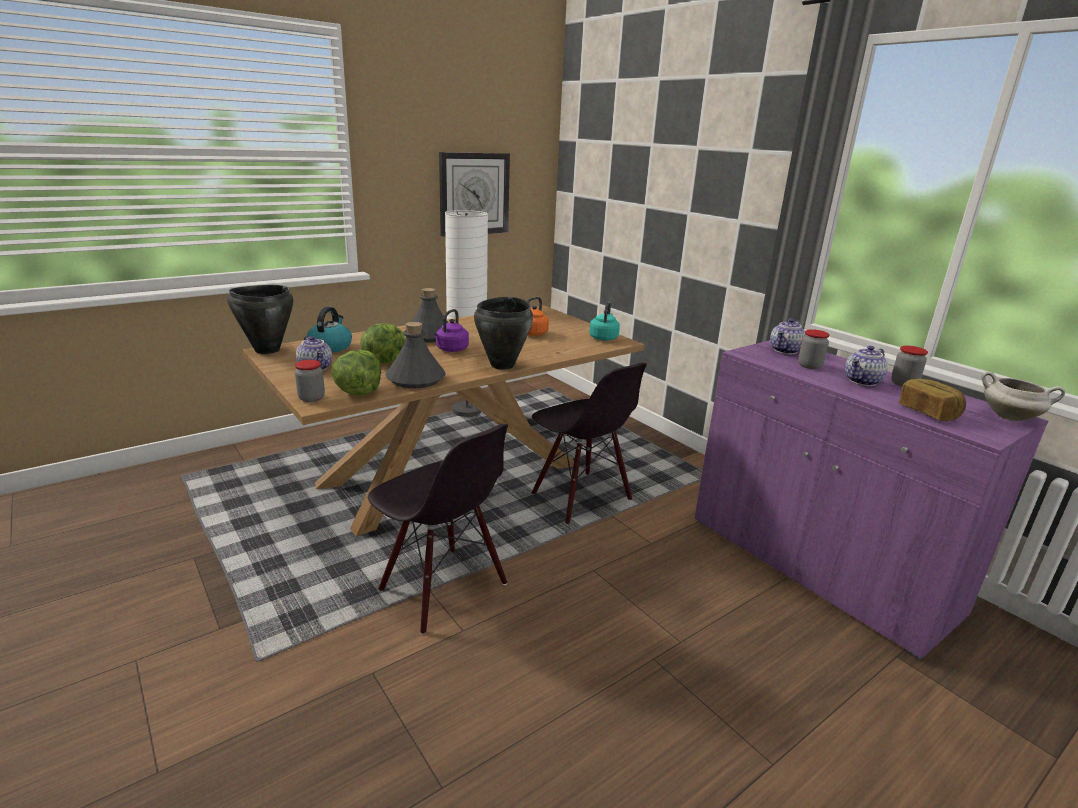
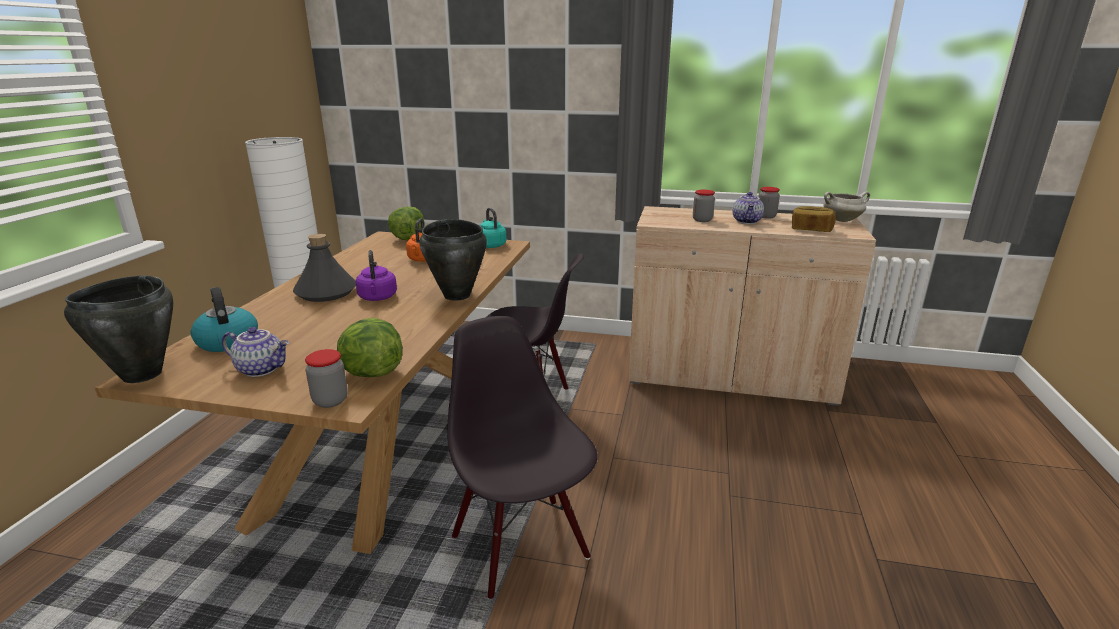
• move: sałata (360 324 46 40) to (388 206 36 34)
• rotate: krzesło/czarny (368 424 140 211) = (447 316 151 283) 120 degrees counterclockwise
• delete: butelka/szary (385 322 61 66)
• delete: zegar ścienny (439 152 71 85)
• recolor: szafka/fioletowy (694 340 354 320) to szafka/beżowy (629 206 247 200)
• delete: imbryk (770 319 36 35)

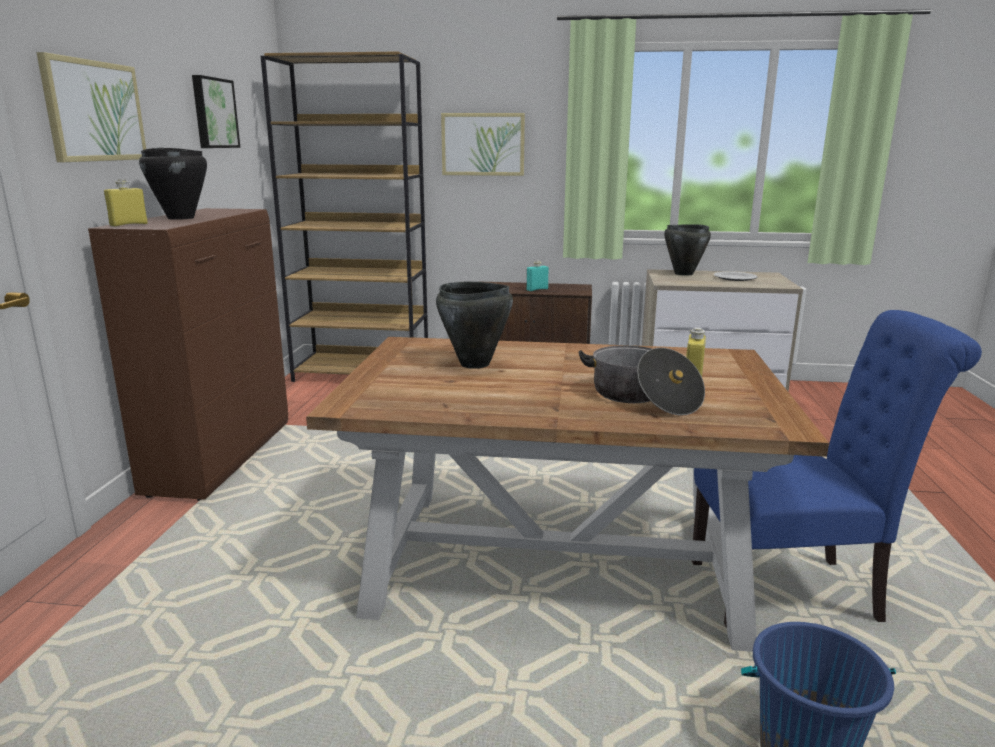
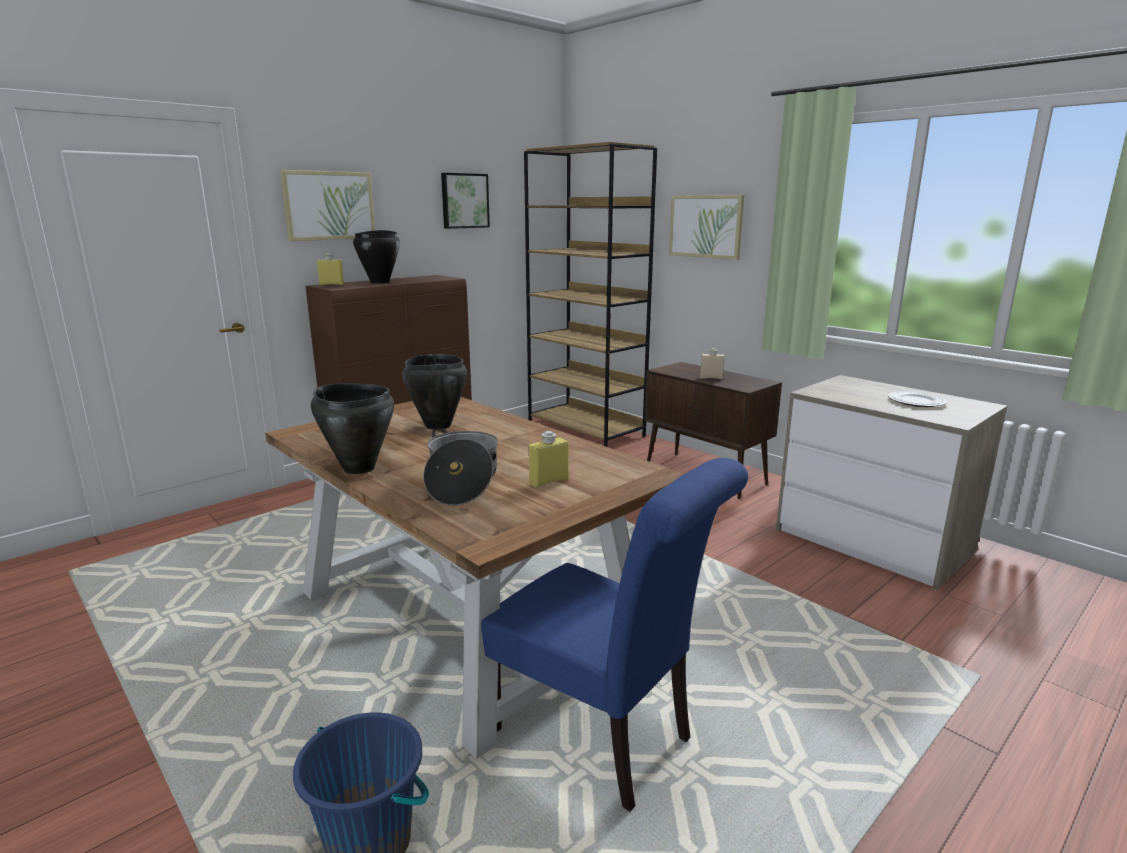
• recolor: butelka/turkusowy (526 261 23 30) to butelka/beżowy (700 348 25 31)
• move: garnek/czarny (664 224 47 52) to (311 383 83 91)

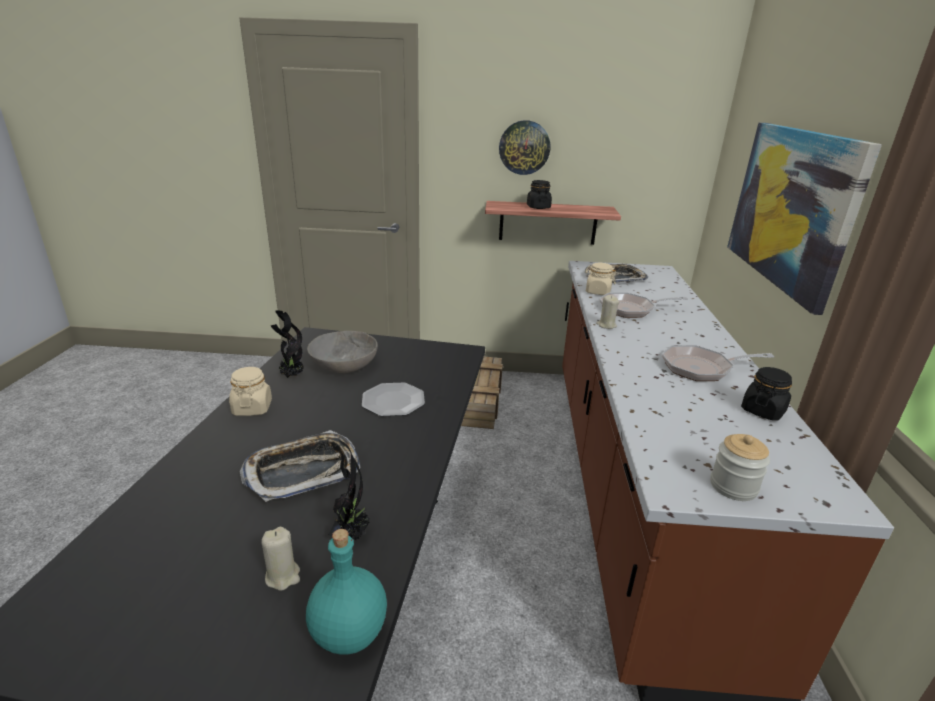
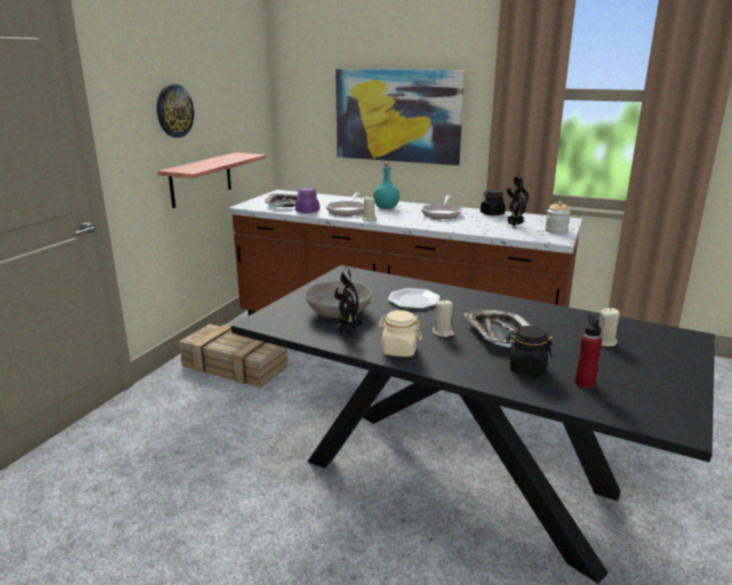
• move: butelka/turkusowy (306 529 81 126) to (373 163 27 46)
• move: roślina doniczkowa (329 440 41 100) to (507 177 22 49)
• move: słoik/czarny (527 180 25 29) to (506 326 47 49)
• recolor: słoik/beżowy (585 263 31 32) to słoik/fioletowy (295 188 25 25)
• insert: świeca/beżowy (432 299 22 38)
• insert: butelka/czerwony (575 315 27 73)

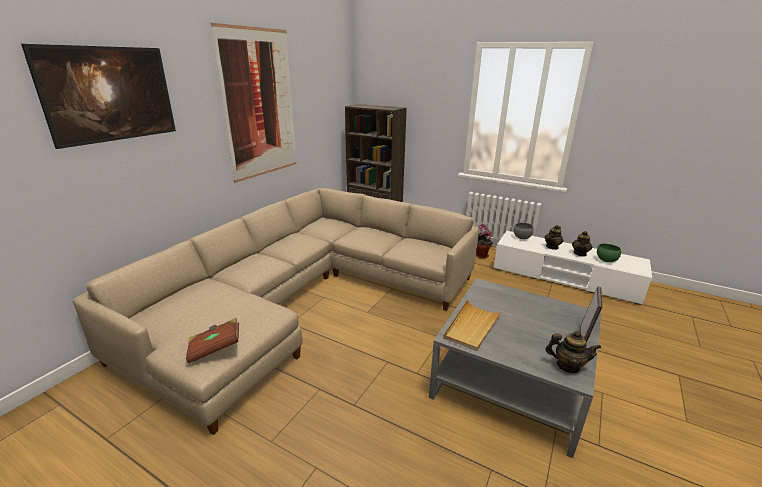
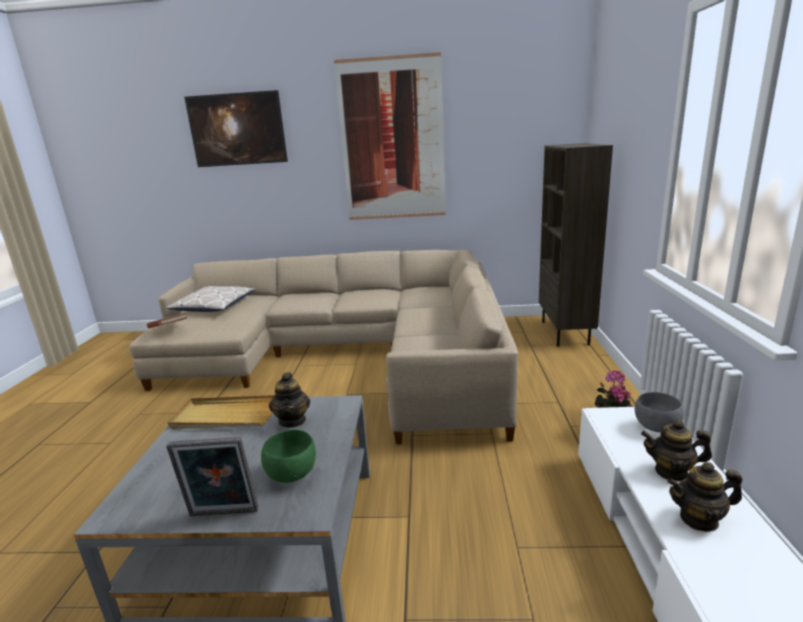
• move: imbryk (545 330 57 43) to (269 372 41 56)
• move: miska/zielony (597 244 24 18) to (261 430 55 53)
• insert: poduszka (166 286 89 26)

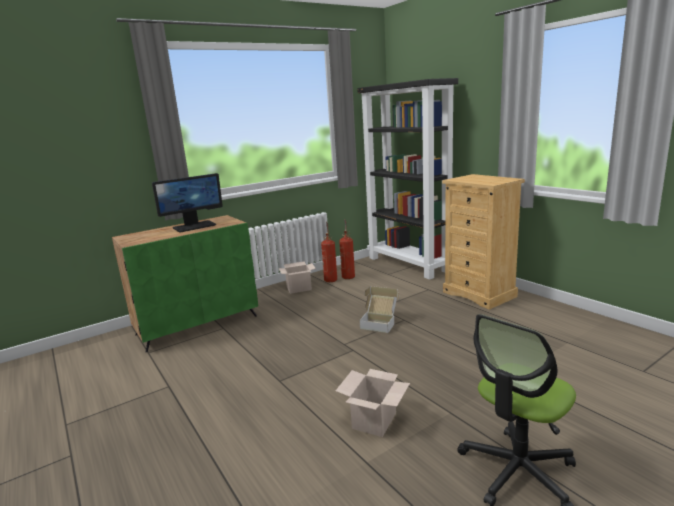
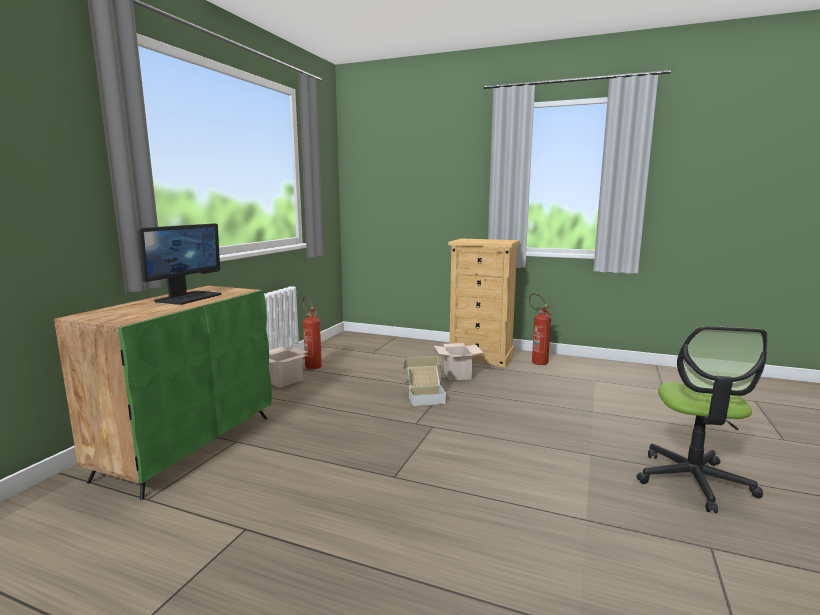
• move: karton (336 369 74 68) to (434 343 49 37)
• move: gaśnica (339 219 16 60) to (529 293 23 72)
• delete: regał/czarny (357 78 101 202)

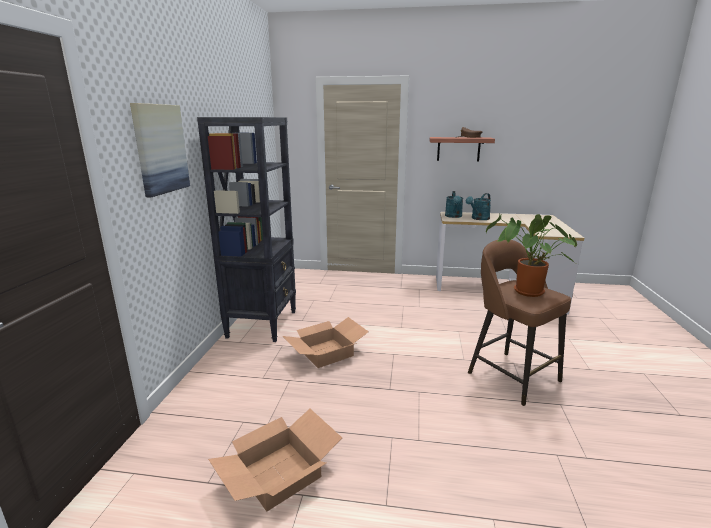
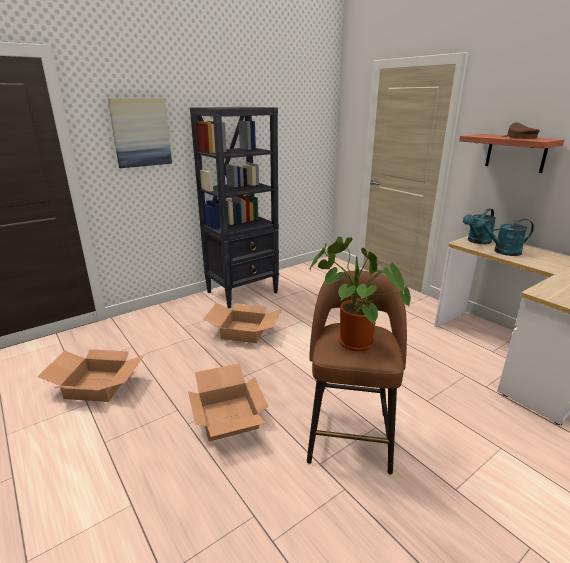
• insert: karton (188 363 80 79)

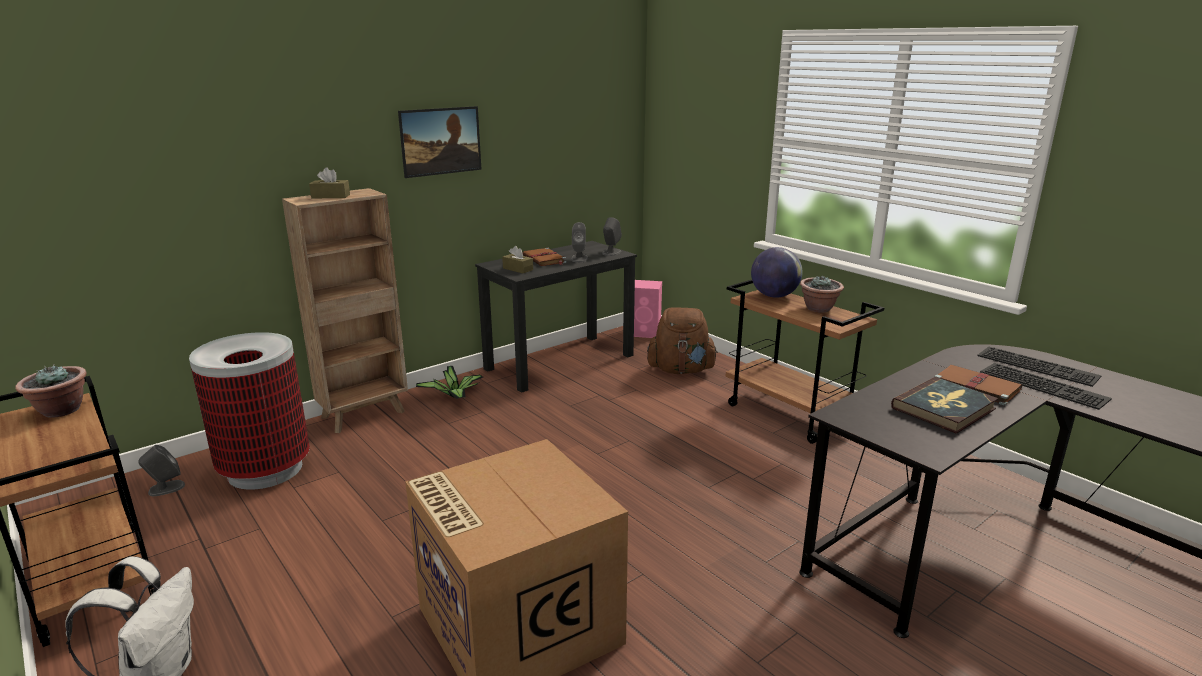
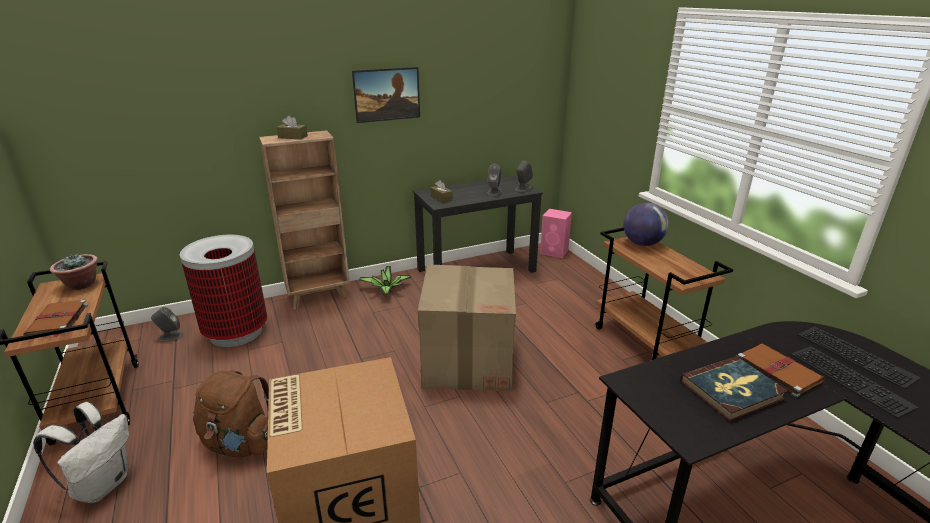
• move: książka/brązowy (523 248 43 18) to (23 300 65 37)
• move: plecak/brązowy (647 307 71 67) to (193 370 76 88)
• delete: roślina doniczkowa (800 275 44 38)
• insert: karton (418 264 98 128)

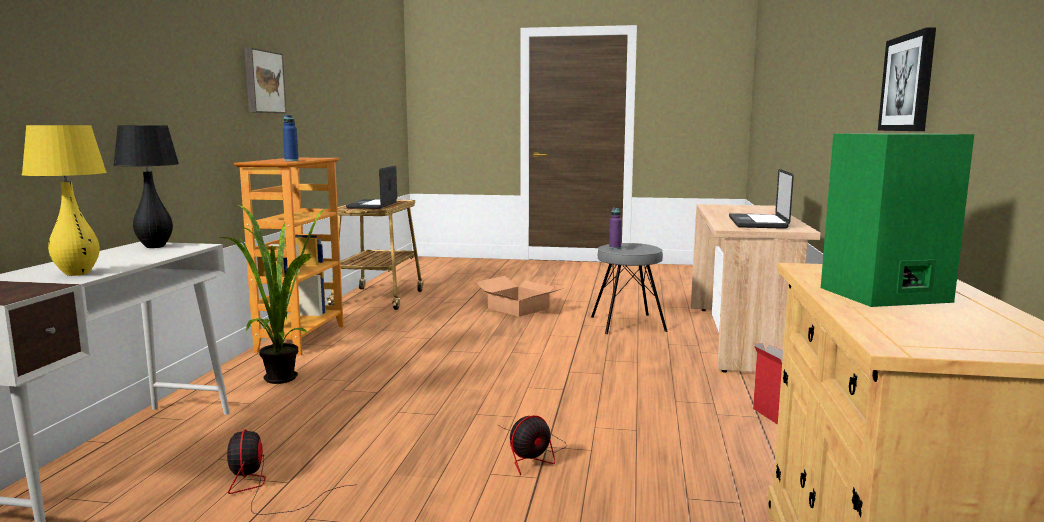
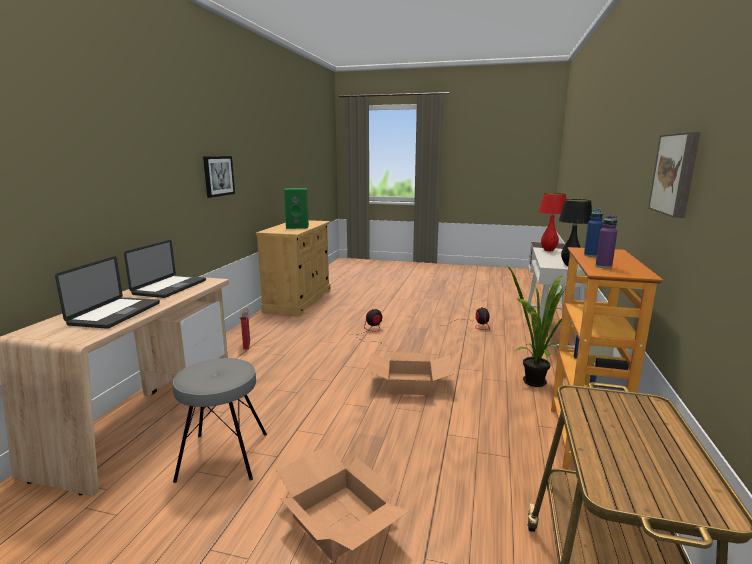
• recolor: lampa stołowa/żółty (22 125 85 151) to lampa stołowa/czerwony (538 193 28 58)
• move: laptop (346 166 51 43) to (55 256 105 73)
• move: butelka/fioletowy (609 208 13 41) to (595 215 22 53)
• insert: karton (368 352 86 43)

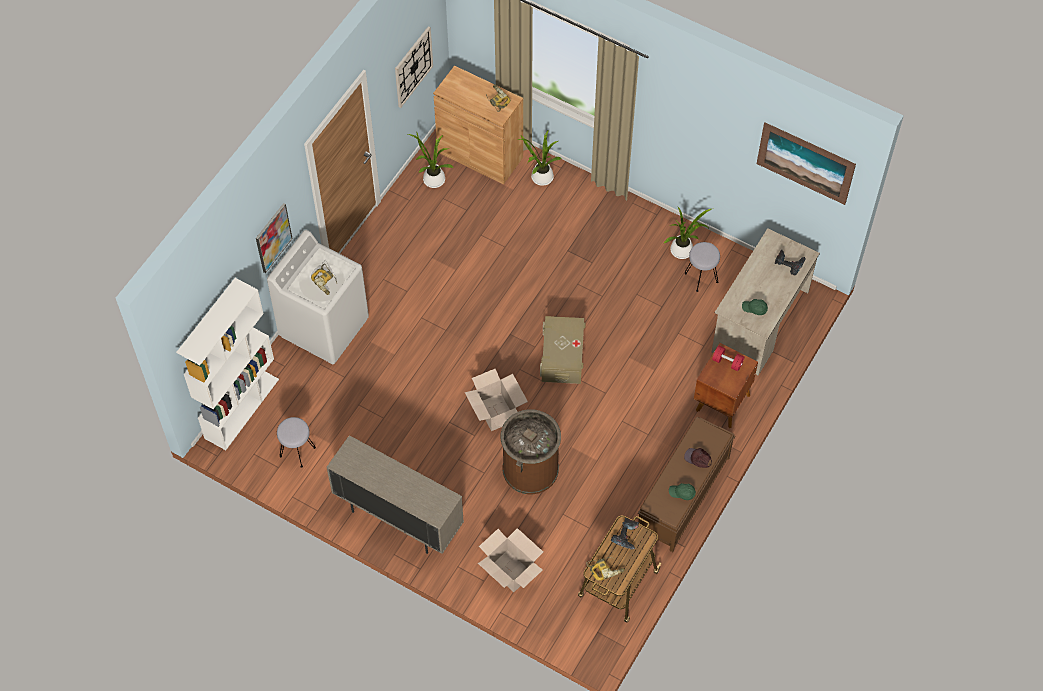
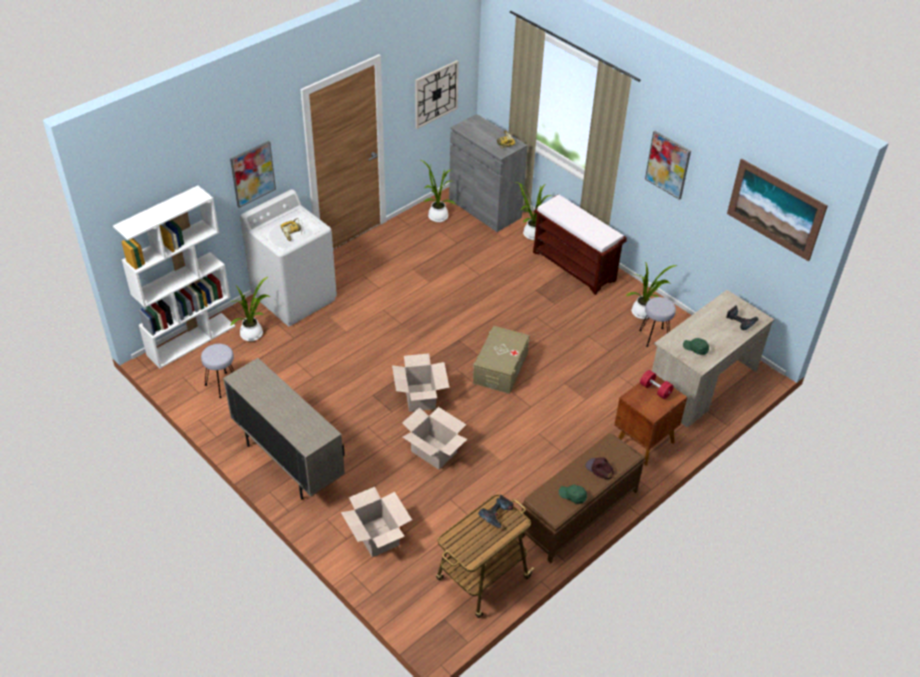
• recolor: szafka/brązowy (433 66 90 119) to szafka/szary (449 114 79 118)
• replace: kosz na śmieci/brązowy (501 409 60 85) to karton (402 407 65 62)
• delete: wiertarka (586 557 39 24)
• insert: roślina doniczkowa (230 277 41 64)
• insert: ławka/brązowy (533 194 94 101)
• insert: obraz (645 131 46 69)

